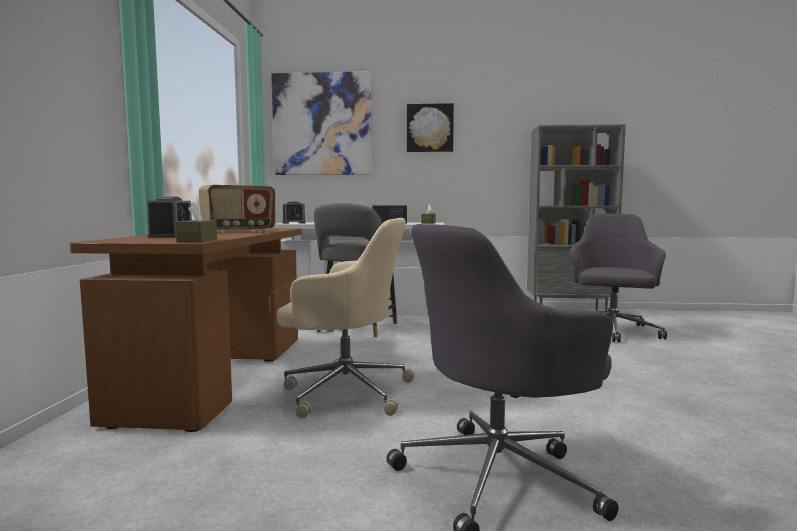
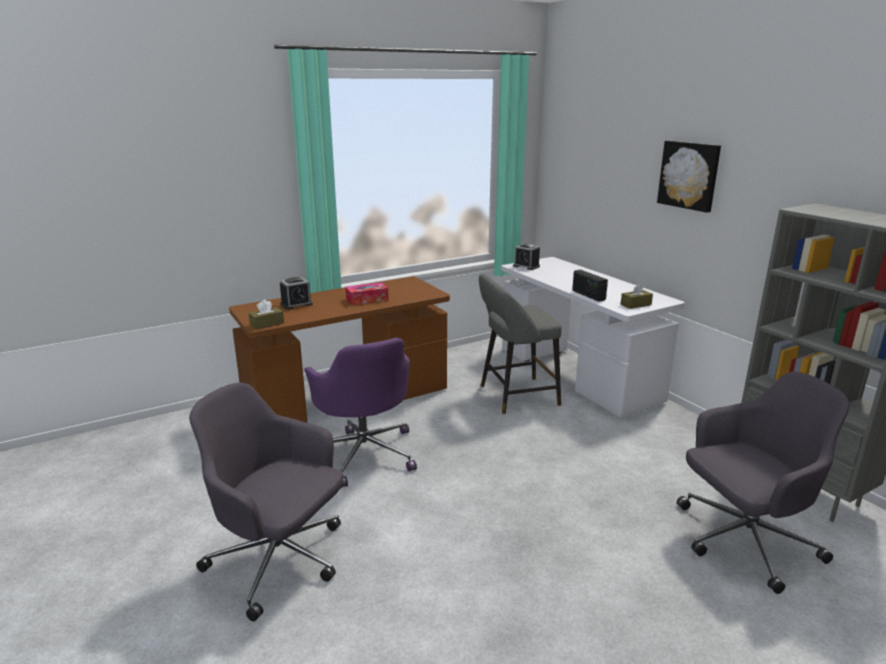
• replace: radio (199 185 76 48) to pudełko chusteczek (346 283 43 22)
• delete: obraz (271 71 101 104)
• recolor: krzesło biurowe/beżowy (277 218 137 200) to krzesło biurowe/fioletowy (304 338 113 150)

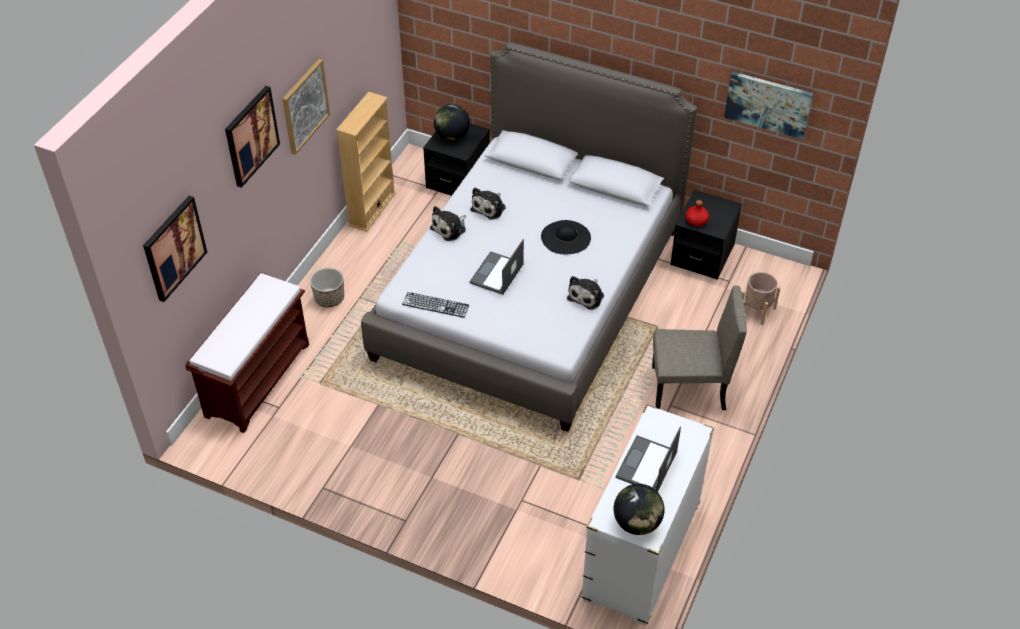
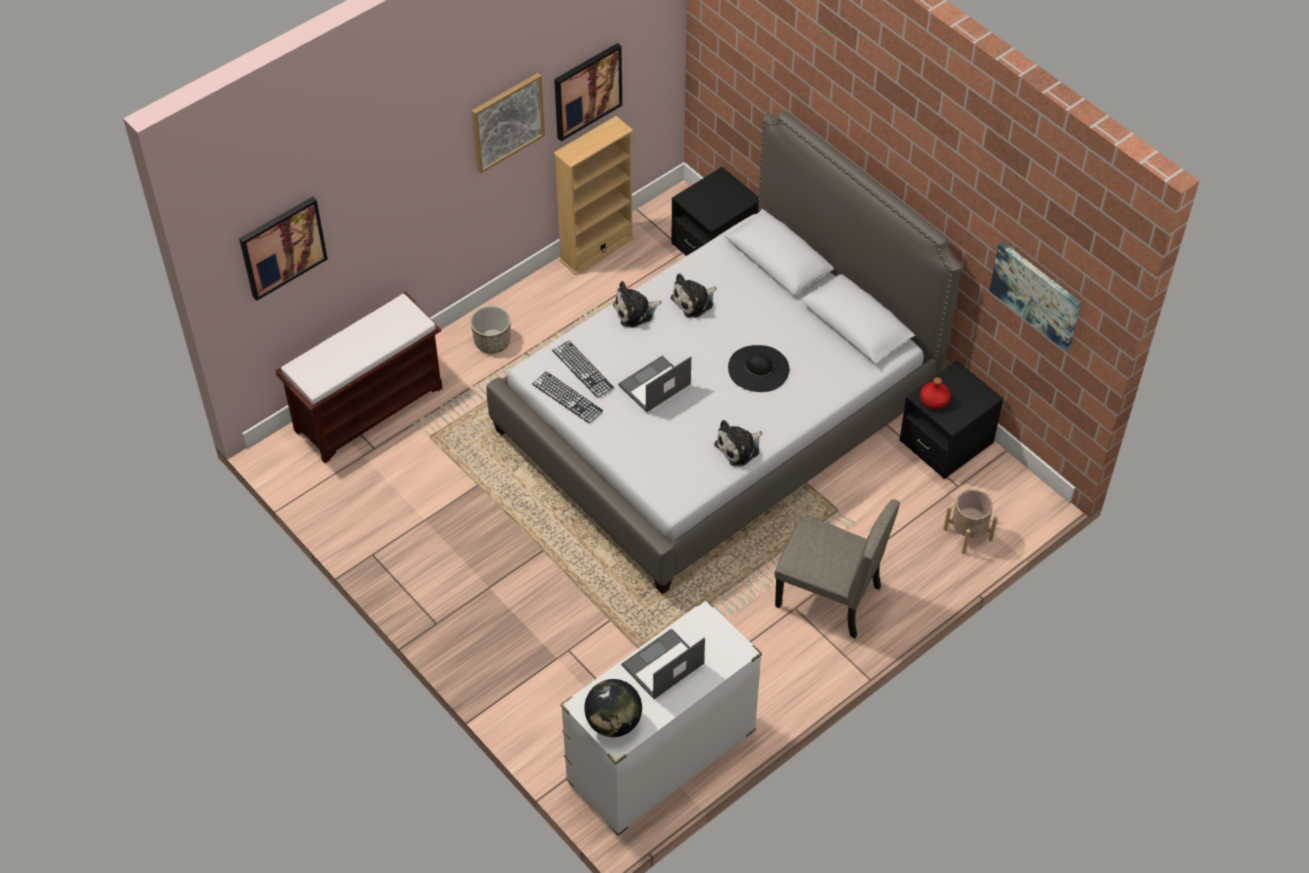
• move: obraz (225 86 55 102) to (554 43 68 98)
• delete: globus (434 104 36 37)
• insert: klawiatura (552 341 62 57)

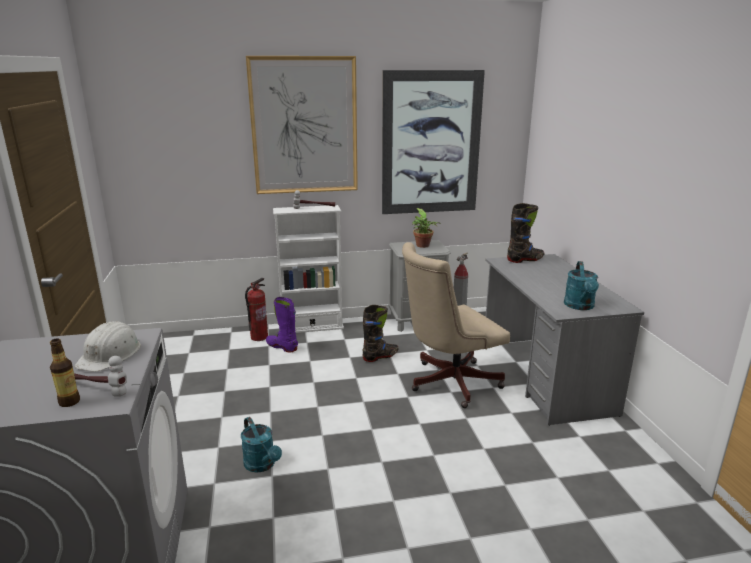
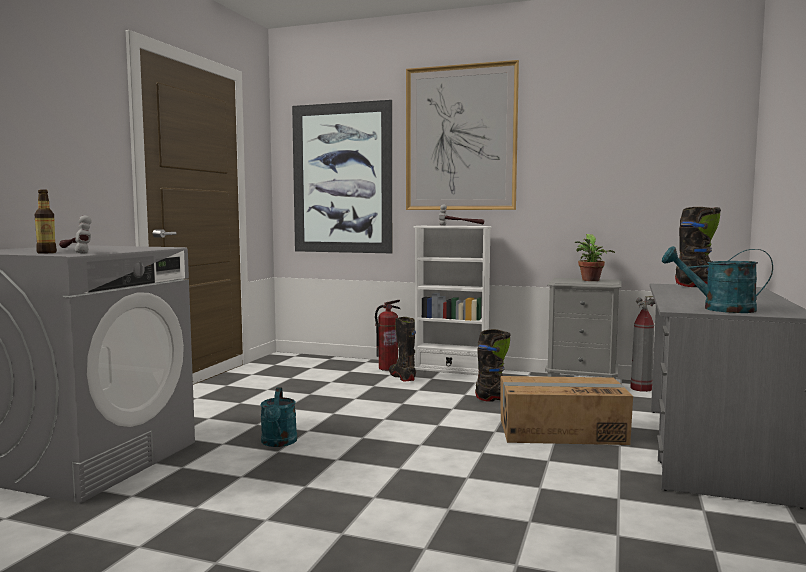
• delete: kask/biały (74 322 67 50)
• recolor: but z cholewką/fioletowy (266 297 32 55) to but z cholewką/czarny (389 317 27 64)
• move: obraz (382 70 103 144) to (292 100 100 153)
• replace: krzesło biurowe/beżowy (402 242 108 166) to karton (501 376 132 69)
• rotate: konewka/turkusowy (564 261 35 49) = (662 246 111 67) 75 degrees clockwise

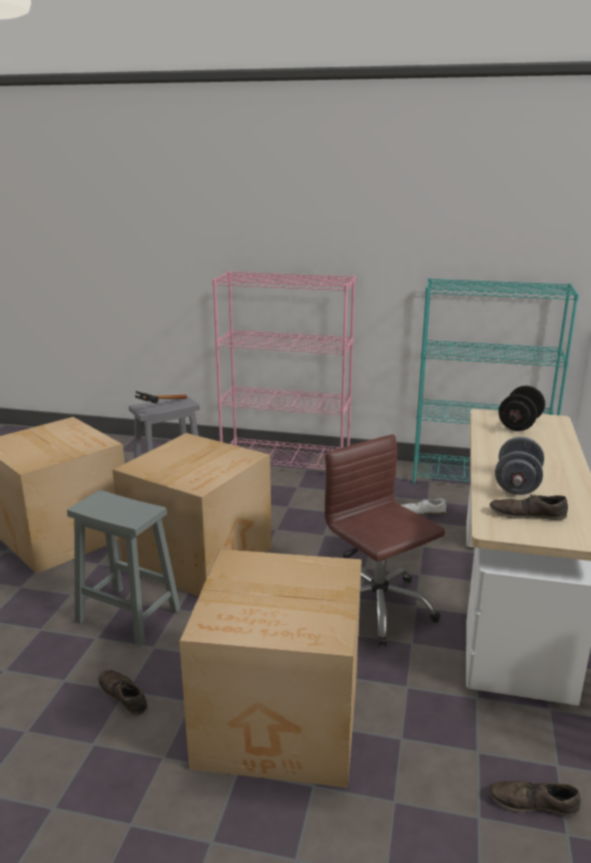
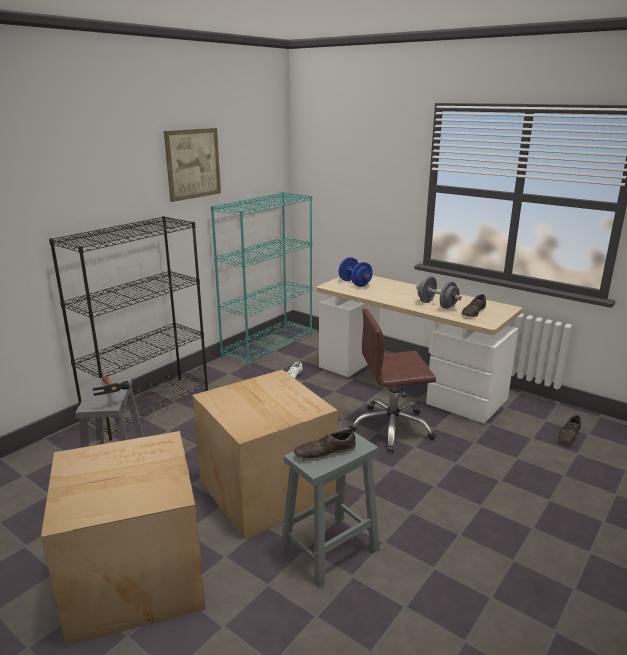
• move: but/brązowy (98 670 50 46) to (294 429 62 32)
• delete: karton (179 549 183 239)
• recolor: regał/różowy (212 271 143 199) to regał/czarny (49 216 159 225)
• recolor: hantel/czarny (499 386 46 45) to hantel/niebieski (339 257 33 30)
• insert: obraz (164 128 57 74)

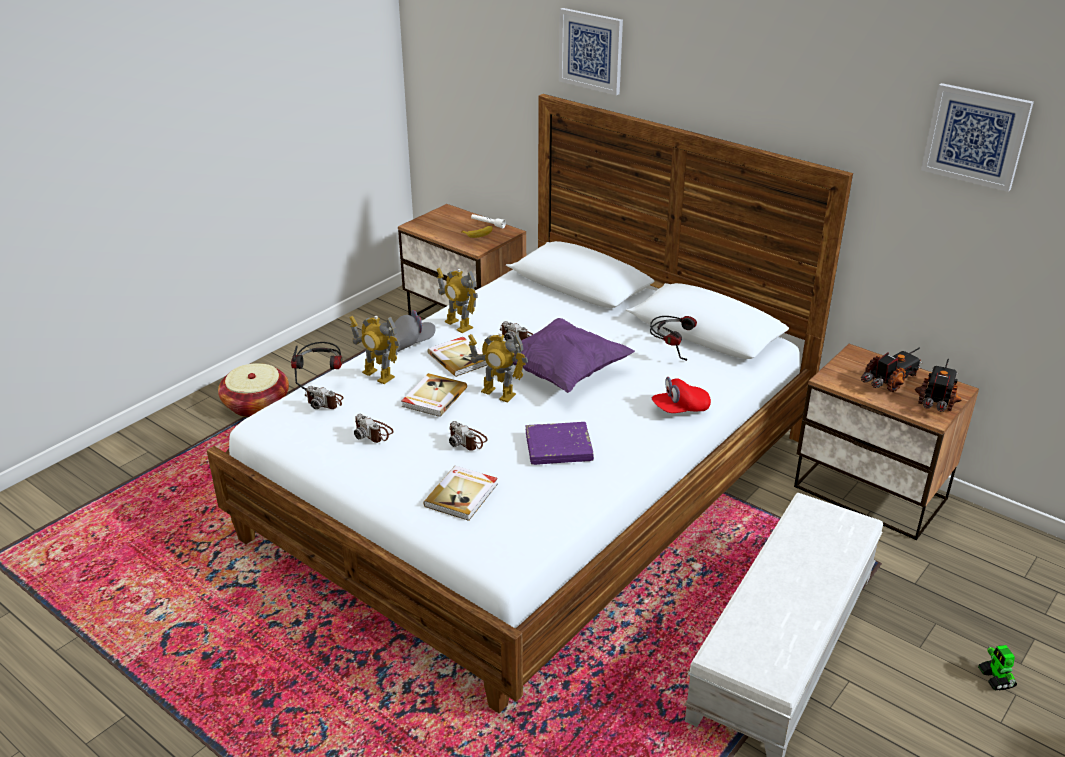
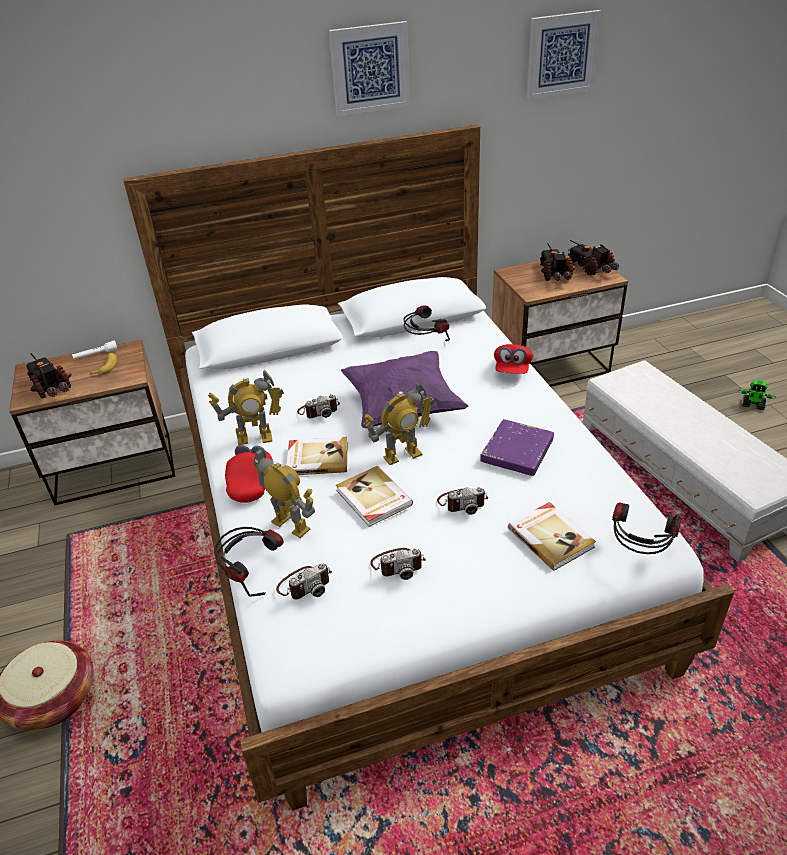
• rotate: robot zabawkowy (349 316 51 68) = (254 449 61 89) 120 degrees counterclockwise
• recolor: czapka z daszkiem/szary (388 310 48 41) to czapka z daszkiem/czerwony (225 445 48 58)
• move: obraz (559 8 64 87) to (329 21 81 95)
• insert: ciężarówka zabawkowa (25 353 47 46)
• insert: słuchawki (612 503 69 51)

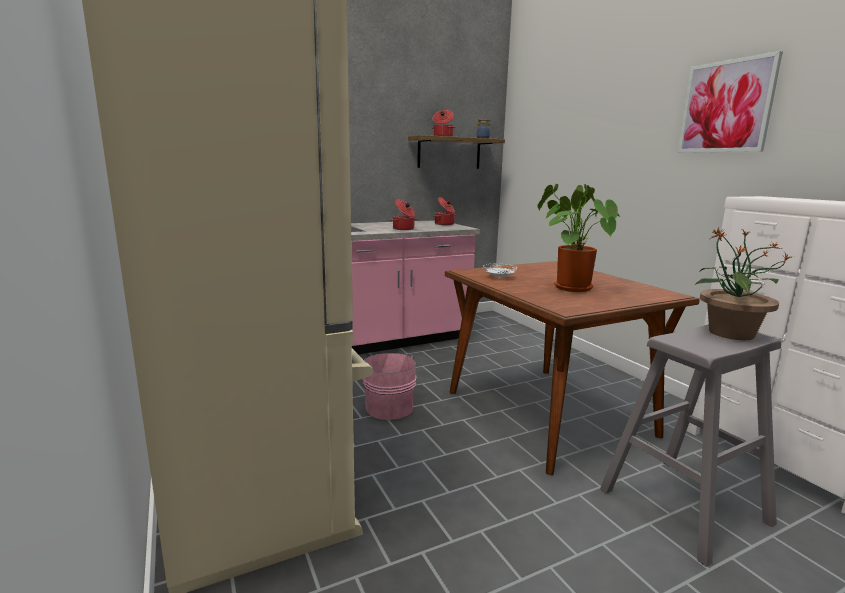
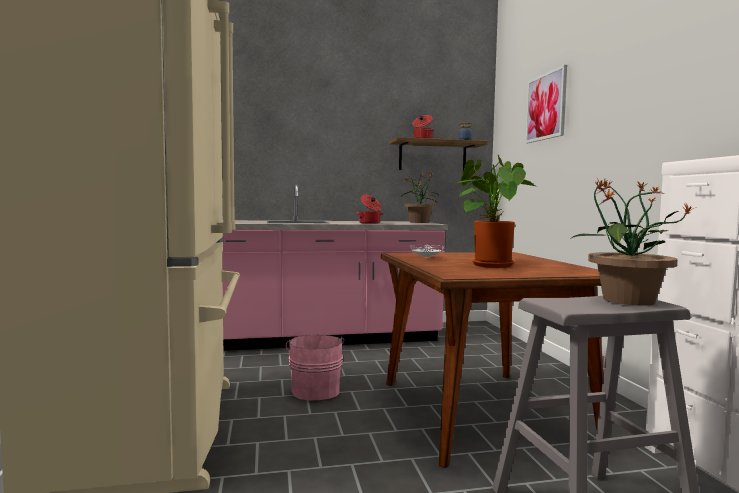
• replace: garnek (433 197 23 28) to roślina doniczkowa (403 173 36 50)
• move: obraz (678 51 105 102) to (525 65 42 78)

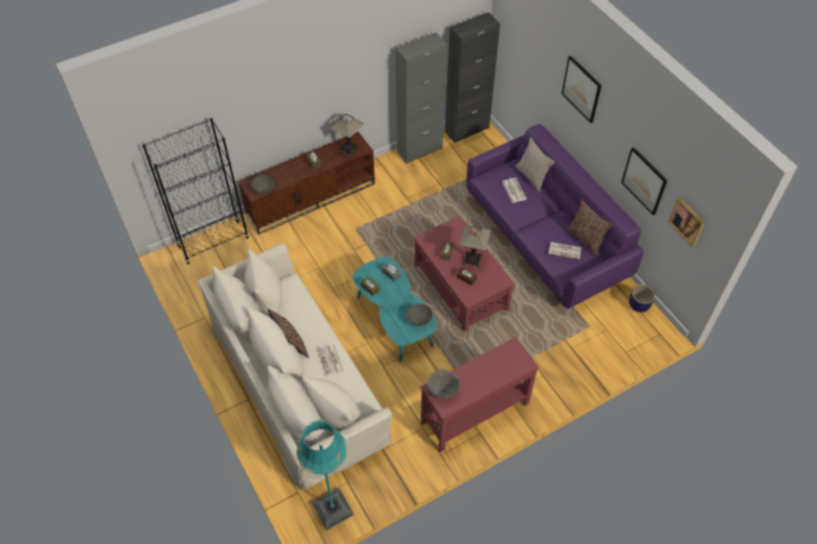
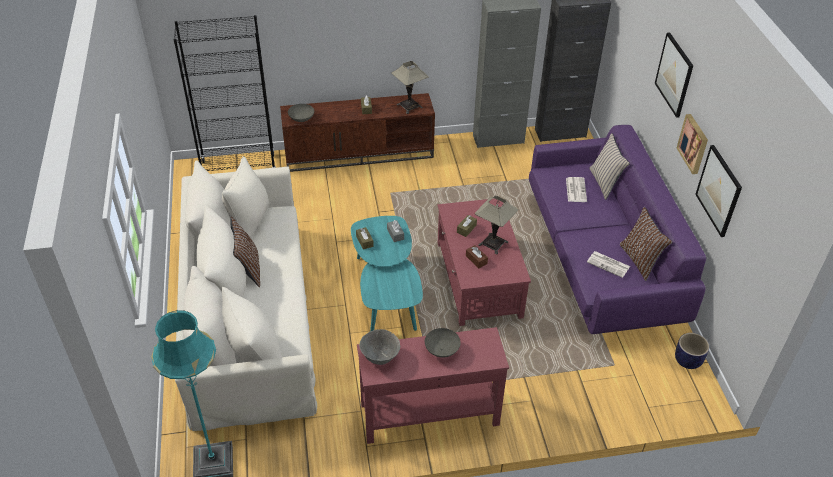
• delete: gazeta (317 344 27 32)
• move: miska/szary (407 304 25 22) to (425 328 36 30)
• move: obraz (668 198 37 49) to (677 114 31 60)

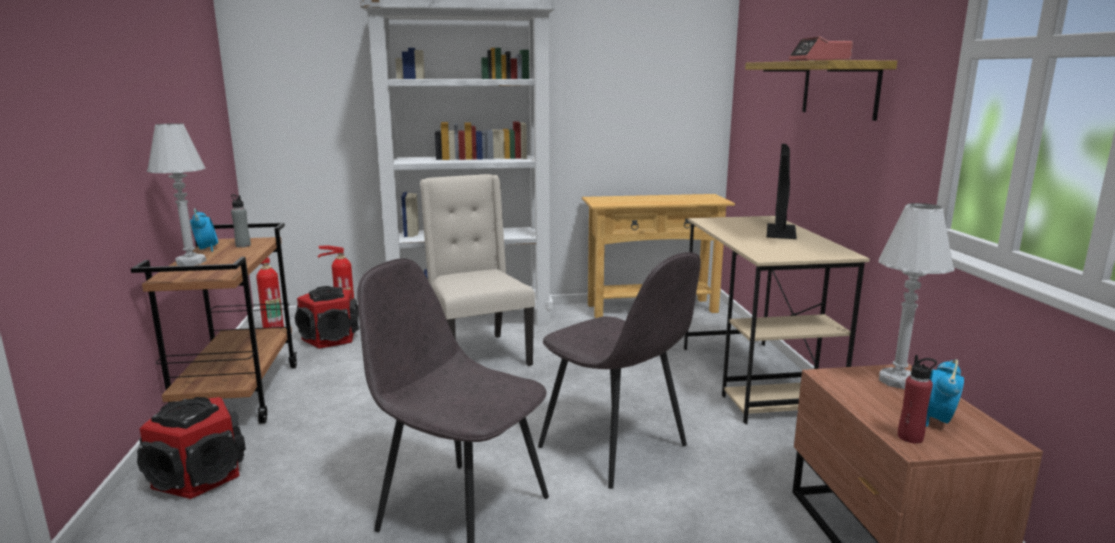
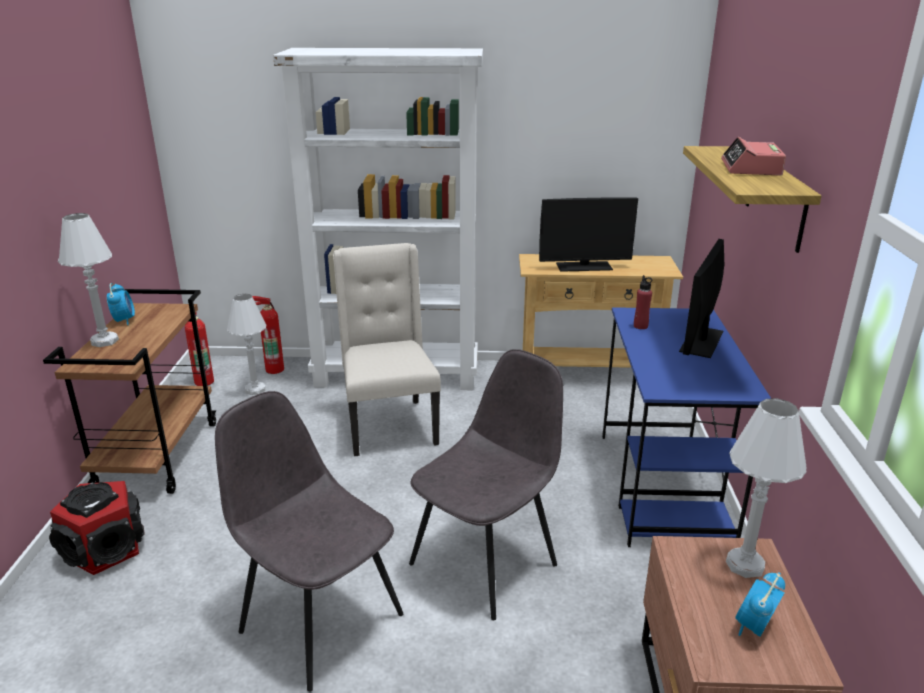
• delete: butelka/szary (231 194 20 54)
• replace: głośnik (295 286 64 63) to lampa stołowa/biały (227 294 39 101)
• rotate: krzesło/szary (538 252 163 237) = (409 349 154 271) 105 degrees counterclockwise
• recolor: biurko/beżowy (684 216 186 208) to biurko/niebieski (602 307 169 240)
• move: butelka/czerwony (898 355 39 88) to (634 275 18 54)
• insert: monitor (539 198 99 74)

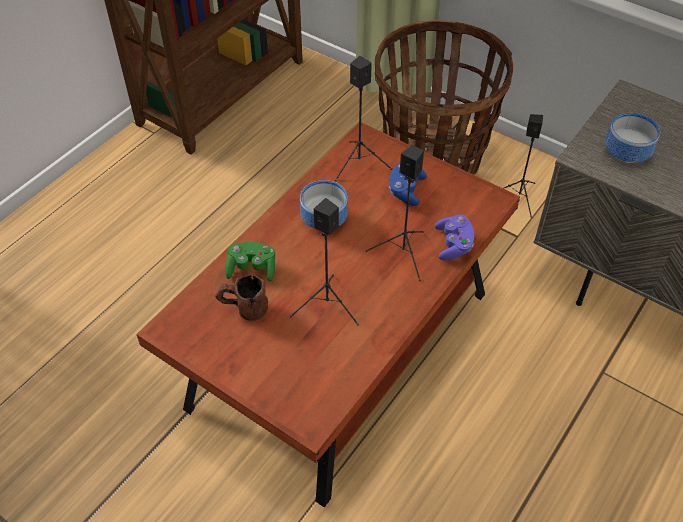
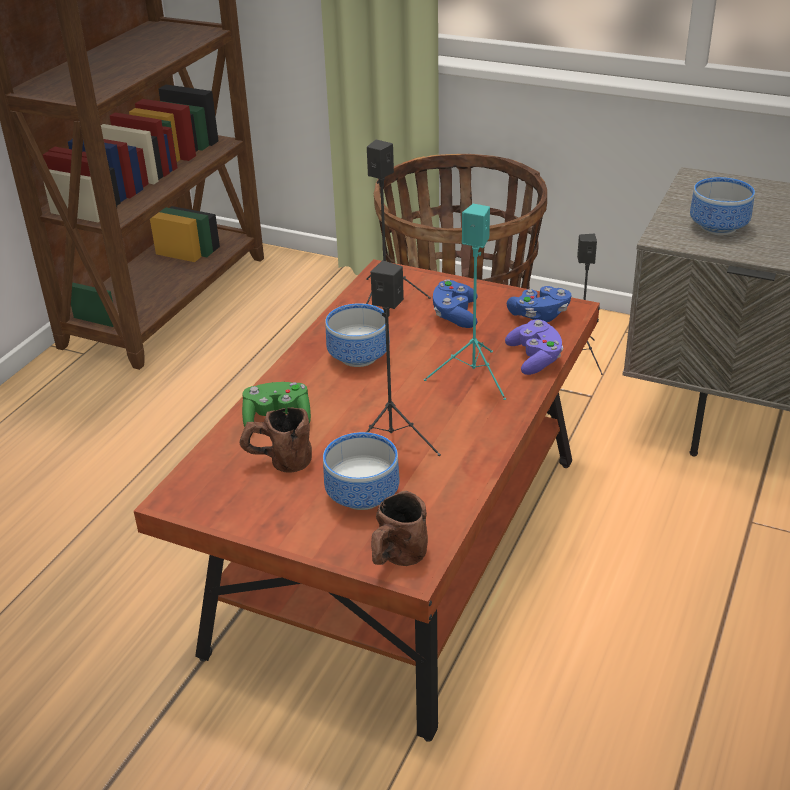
• recolor: głośnik/czarny (366 145 58 136) to głośnik/turkusowy (424 204 82 196)
• insert: miska (323 432 76 78)
• insert: kubek/brązowy (371 491 57 75)
• insert: pad do gier/niebieski (507 286 64 36)

